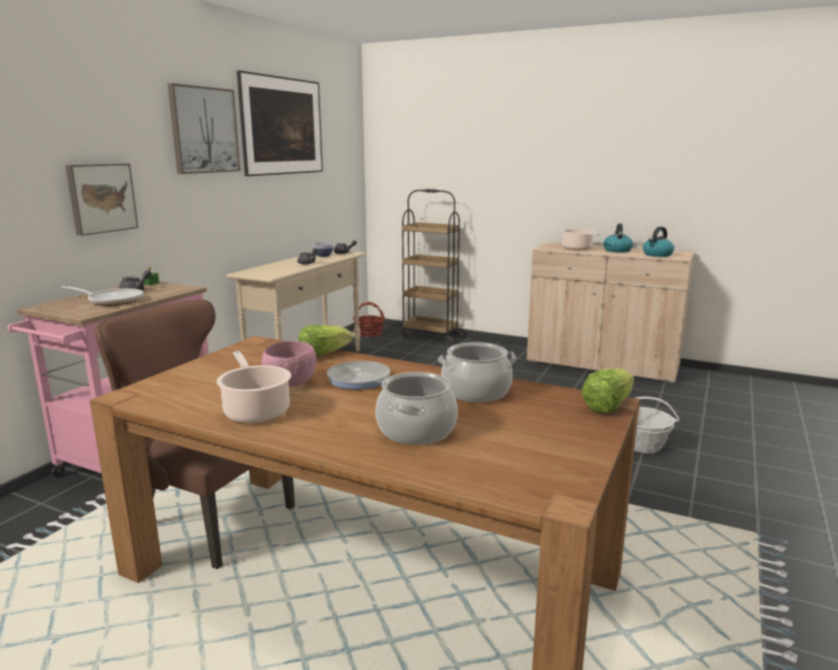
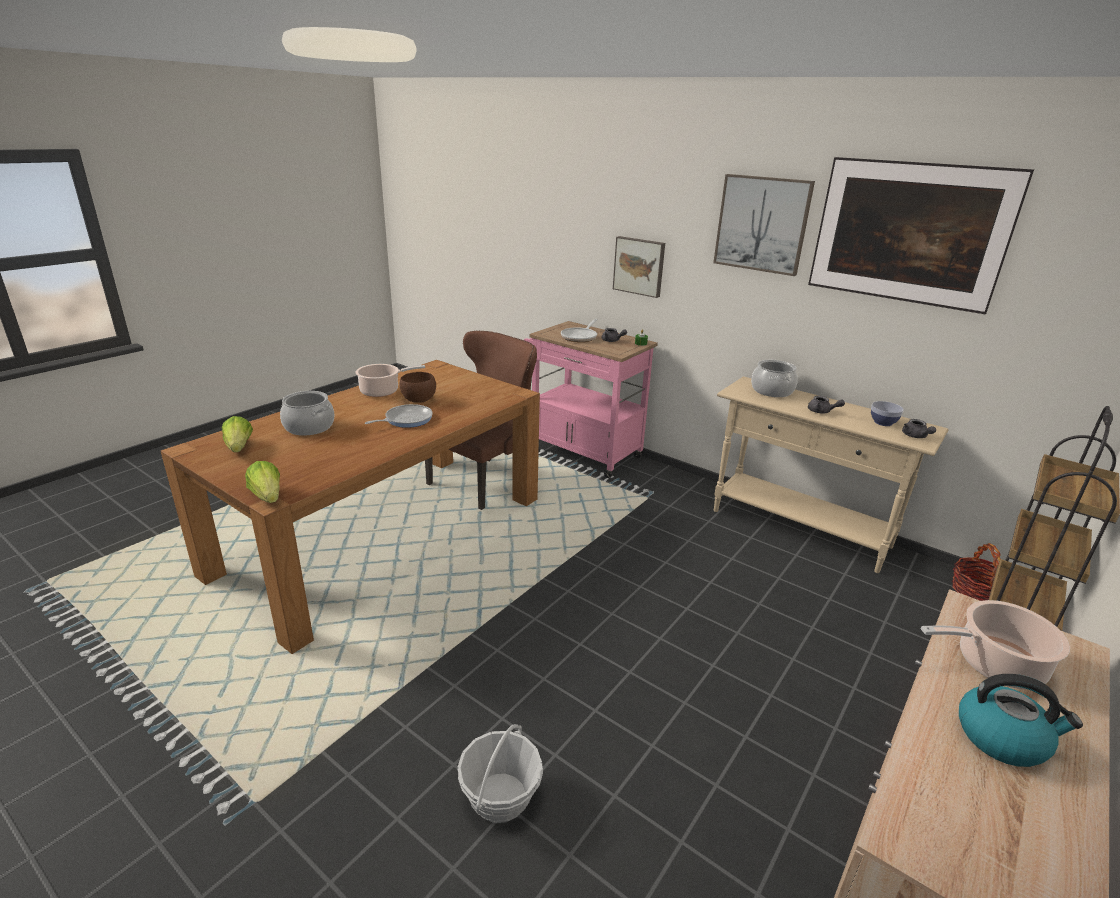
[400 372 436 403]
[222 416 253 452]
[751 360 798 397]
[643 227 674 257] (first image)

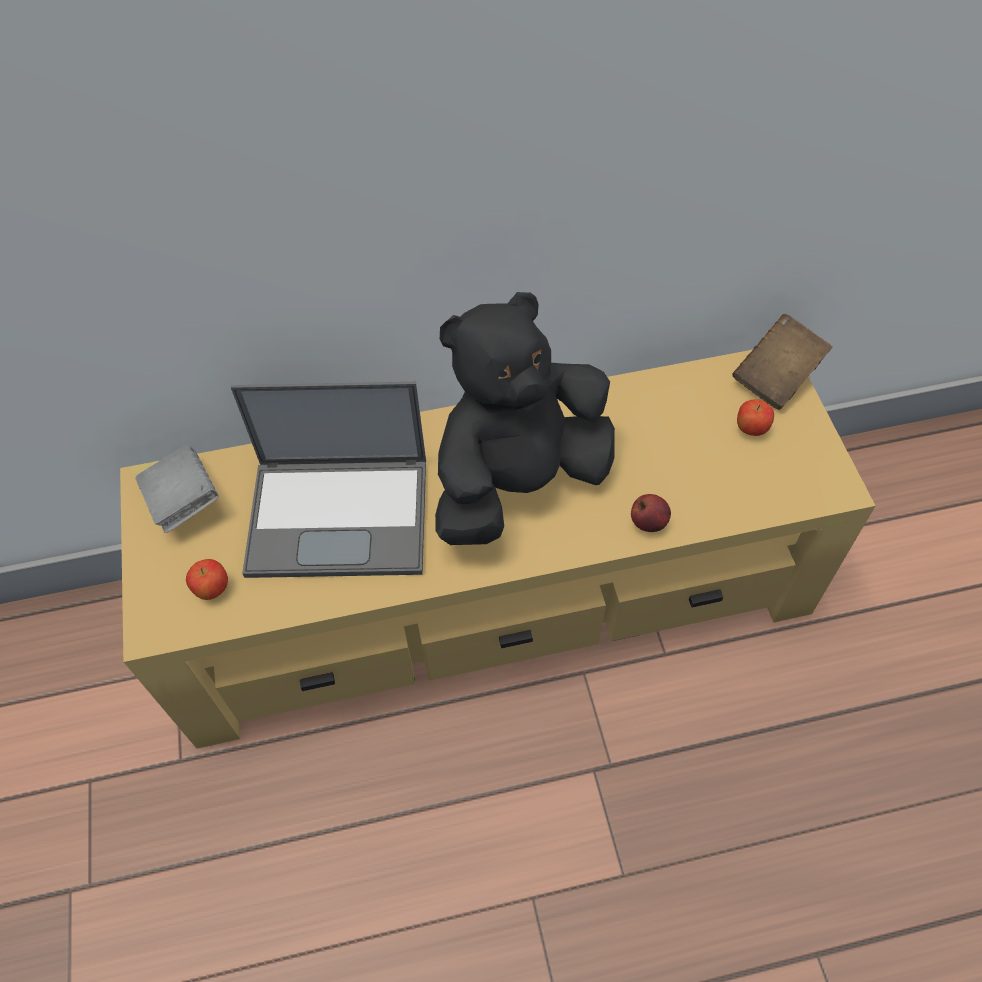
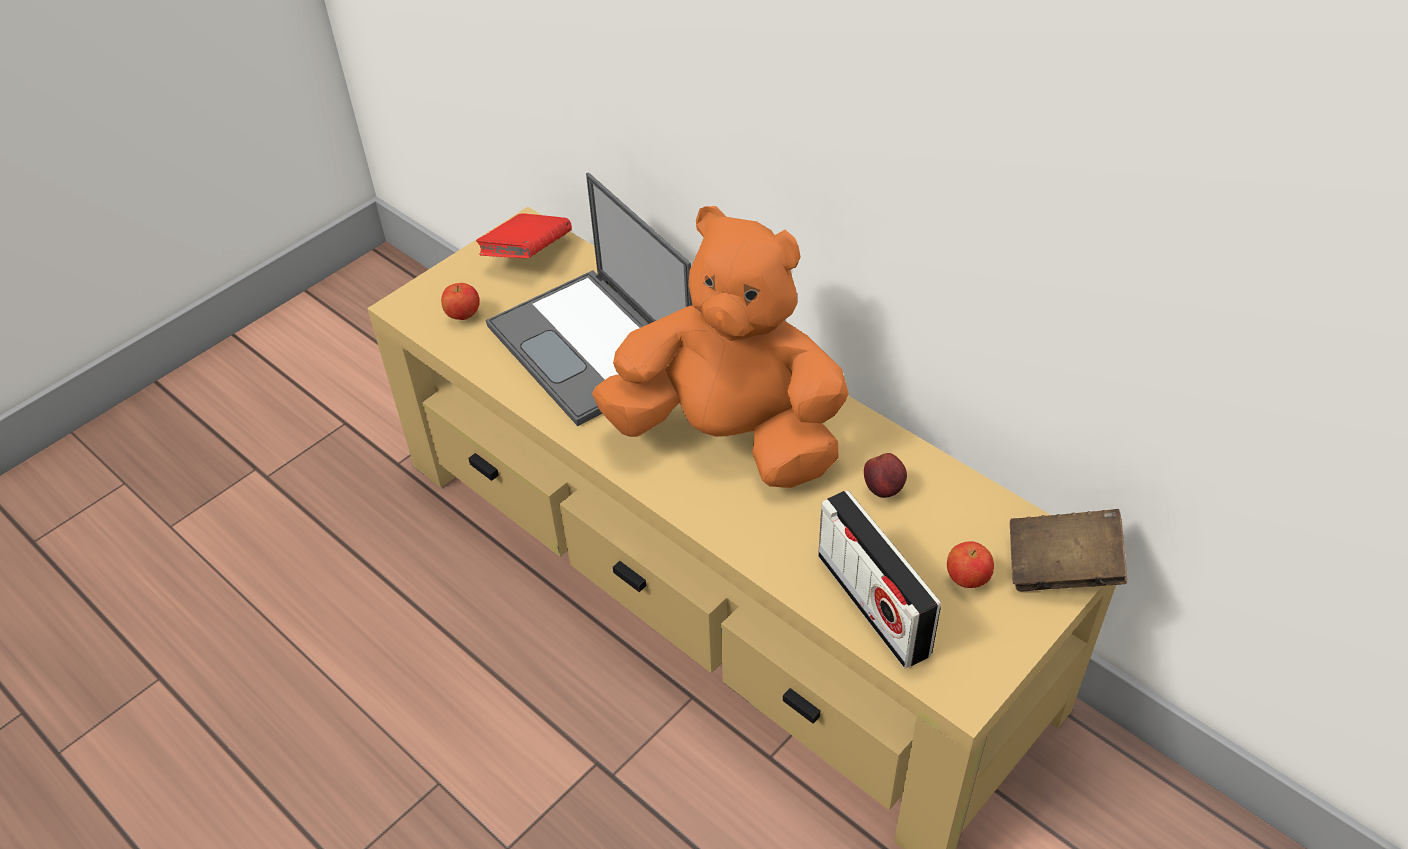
[476 213 572 258]
[592 206 849 488]
[864 453 907 498]
[818 490 941 668]

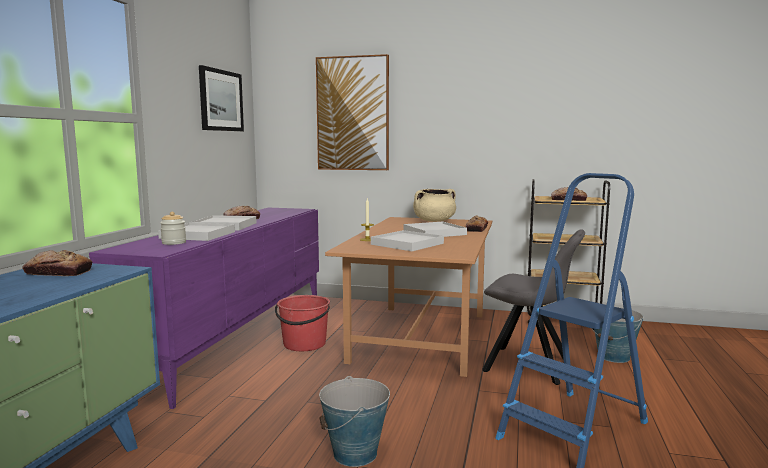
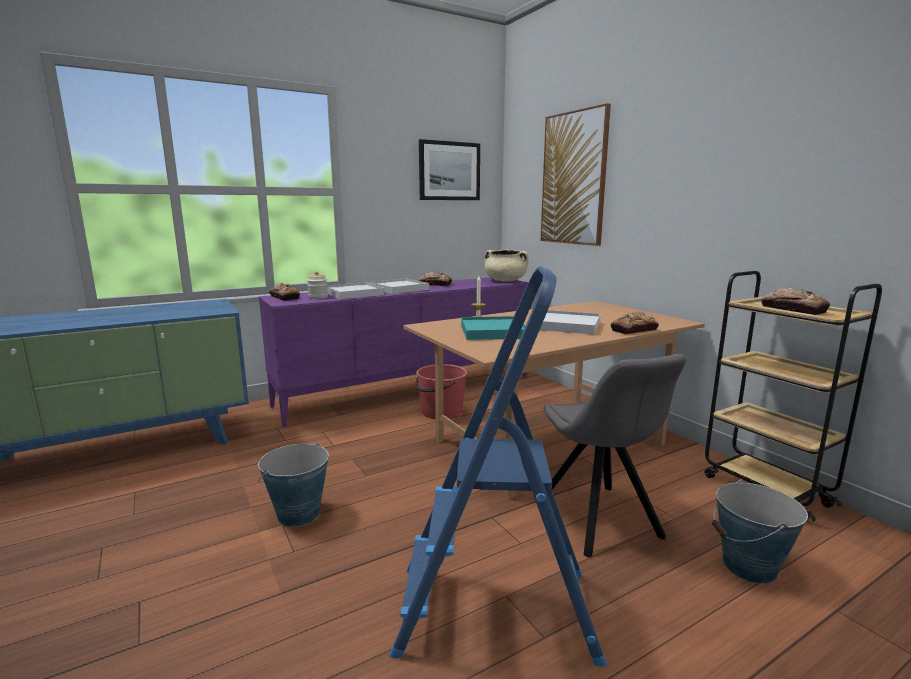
[269 283 300 301]
[461 316 526 340]
[484 250 529 282]

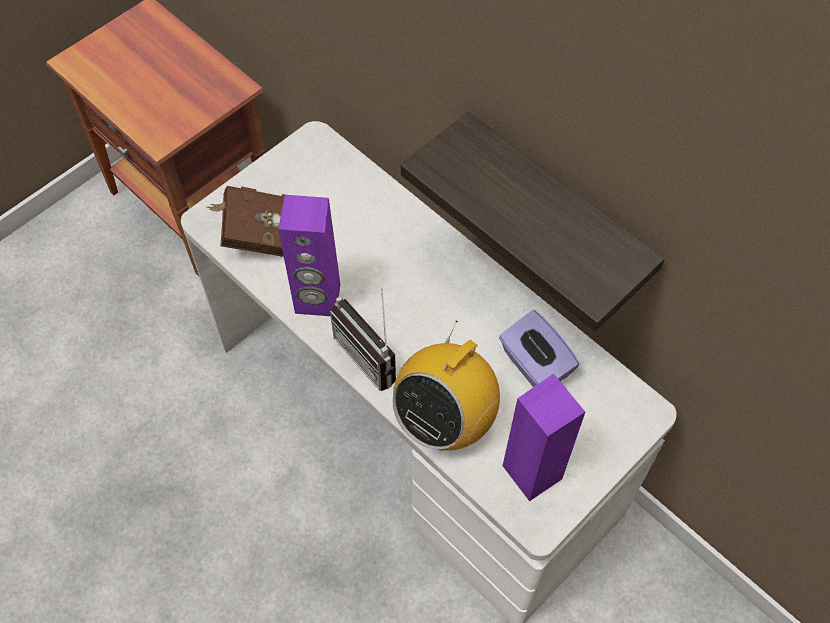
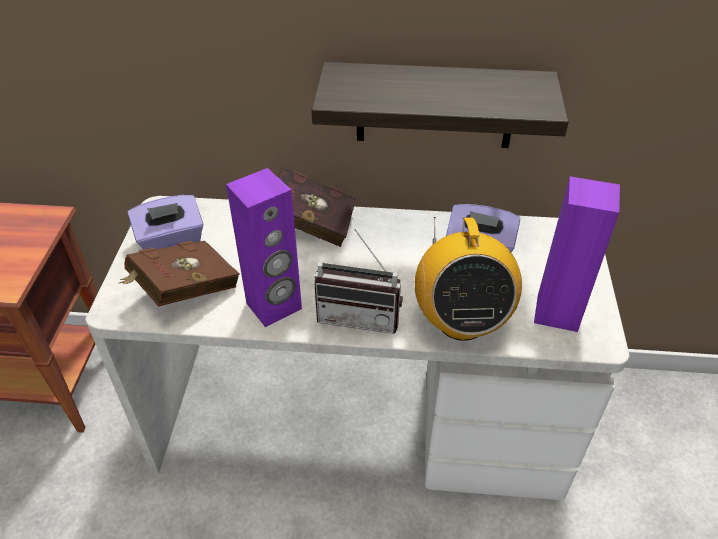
[128 195 203 250]
[278 167 356 247]

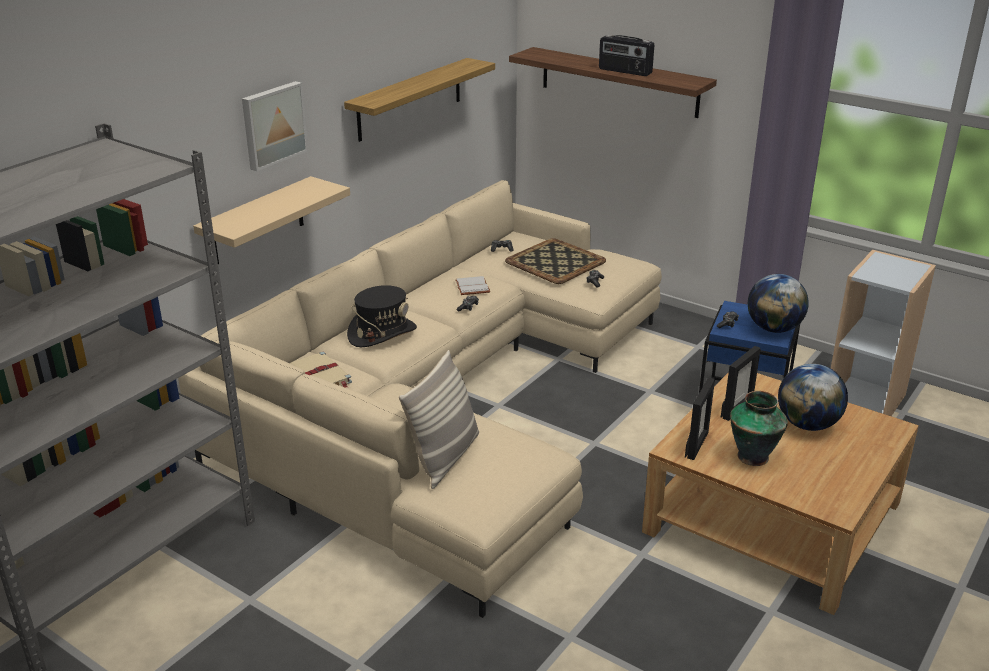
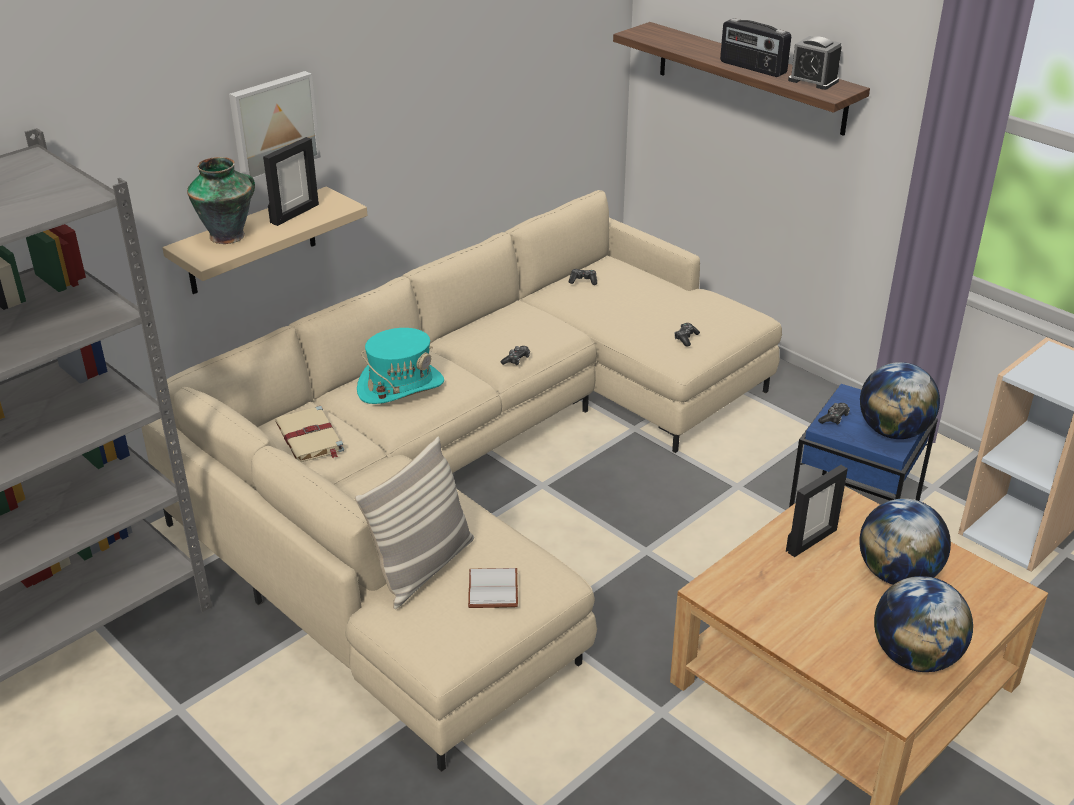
[344 58 495 142] (first image)
[357 328 444 404]
[468 568 518 608]
[505 238 606 284] (first image)
[263 137 319 226]
[187 157 255 244]
[788 36 842 90]
[874 576 973 672]

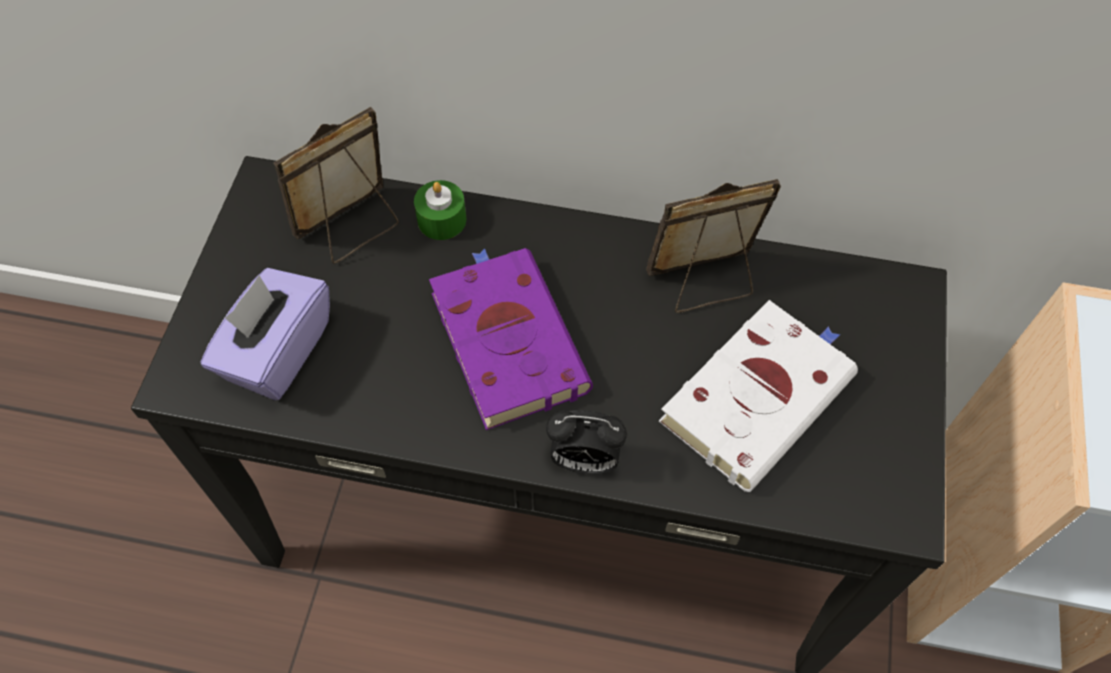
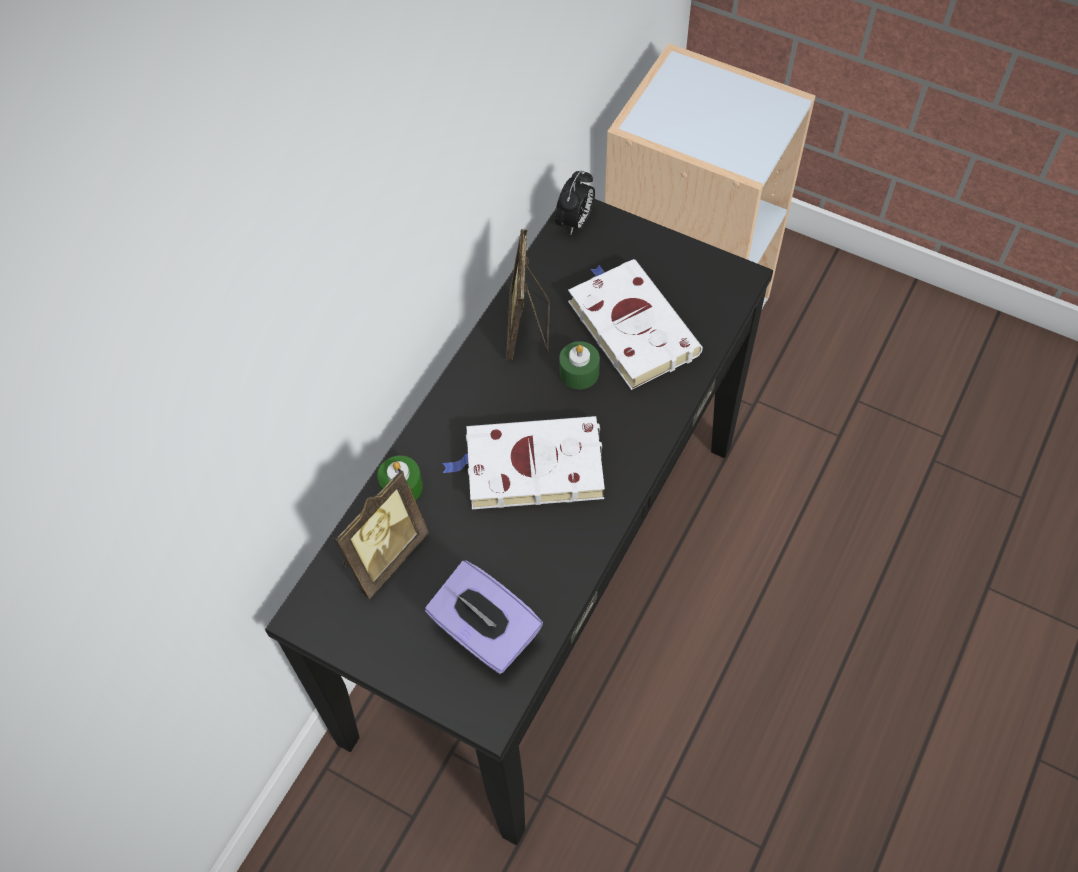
[333 469 429 599]
[443 416 605 509]
[555 170 595 234]
[559 341 600 389]

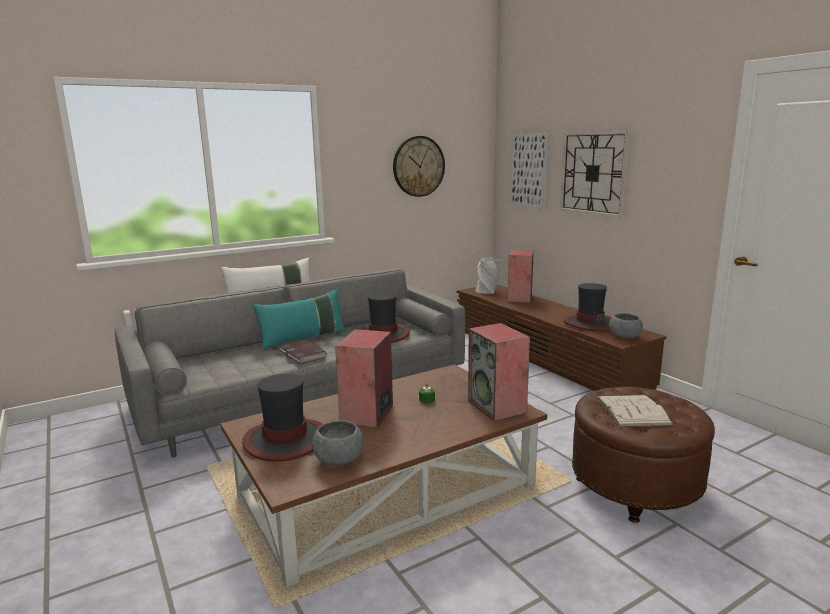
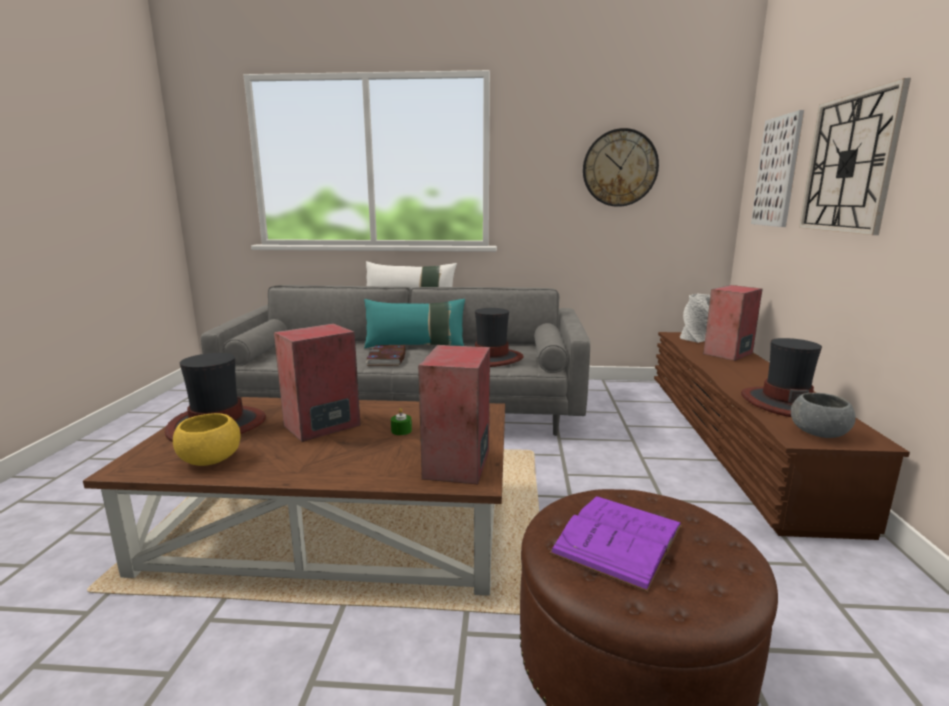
[173 413 240 466]
[549 496 682 592]

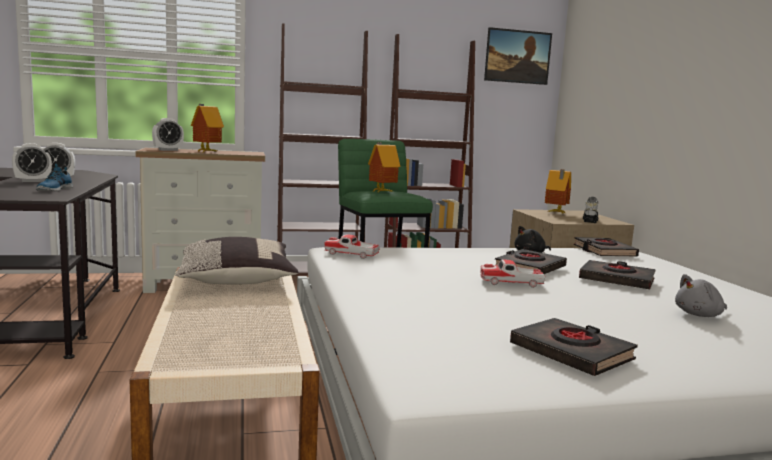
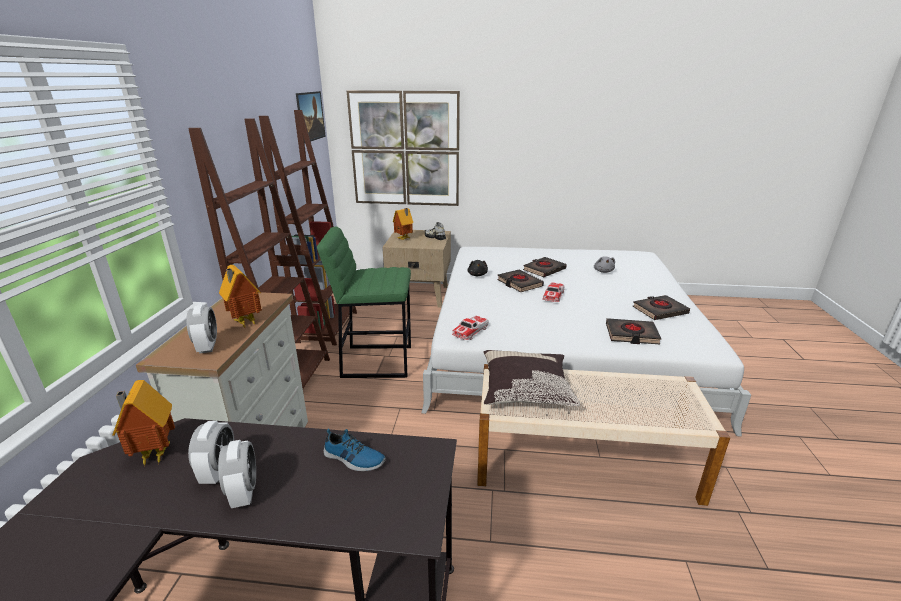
[112 380 175 467]
[606 318 661 344]
[347 90 460 206]

